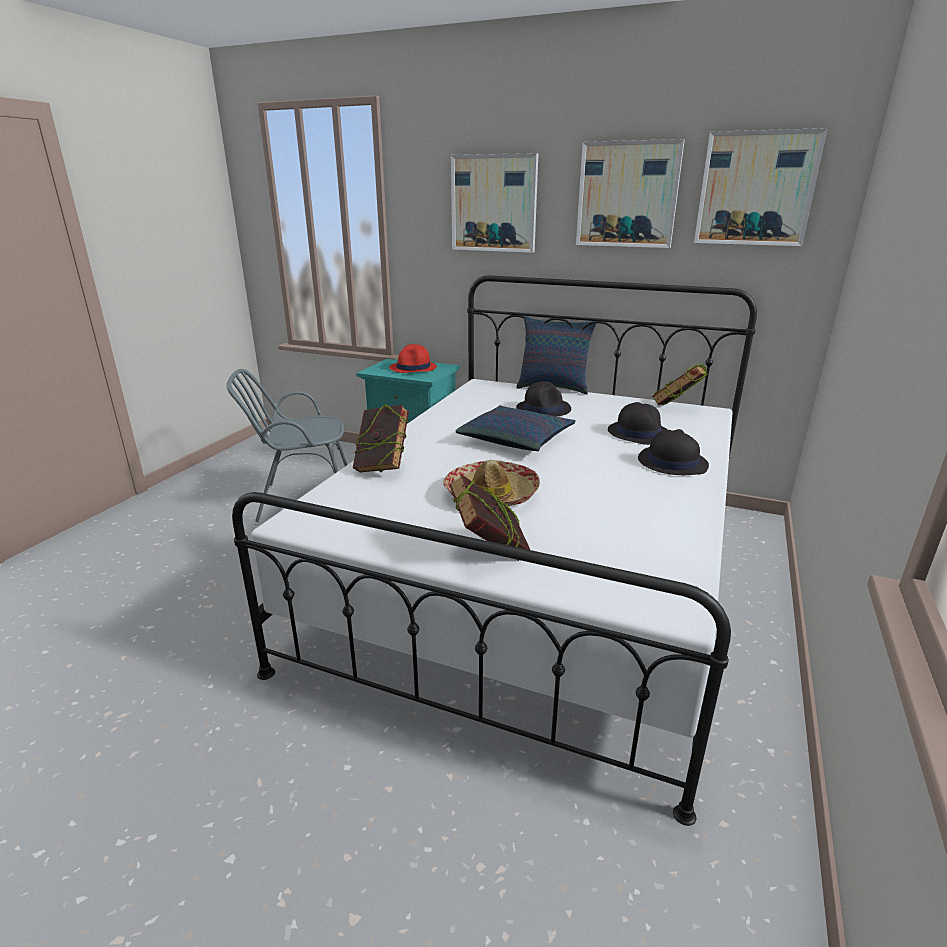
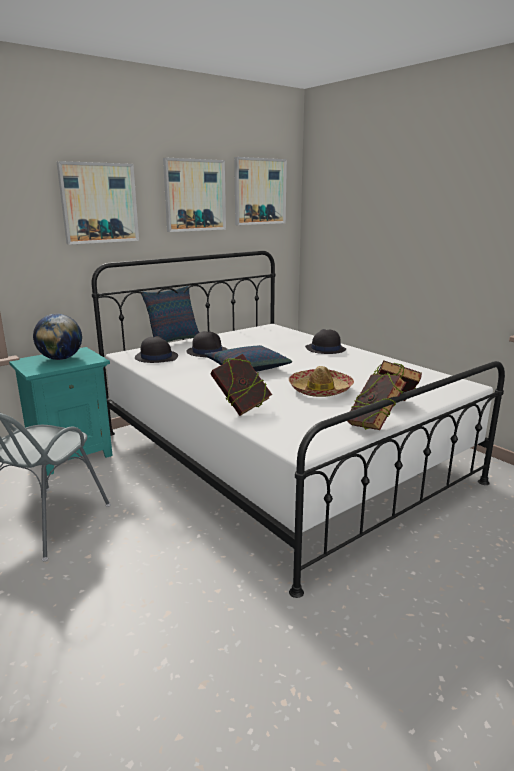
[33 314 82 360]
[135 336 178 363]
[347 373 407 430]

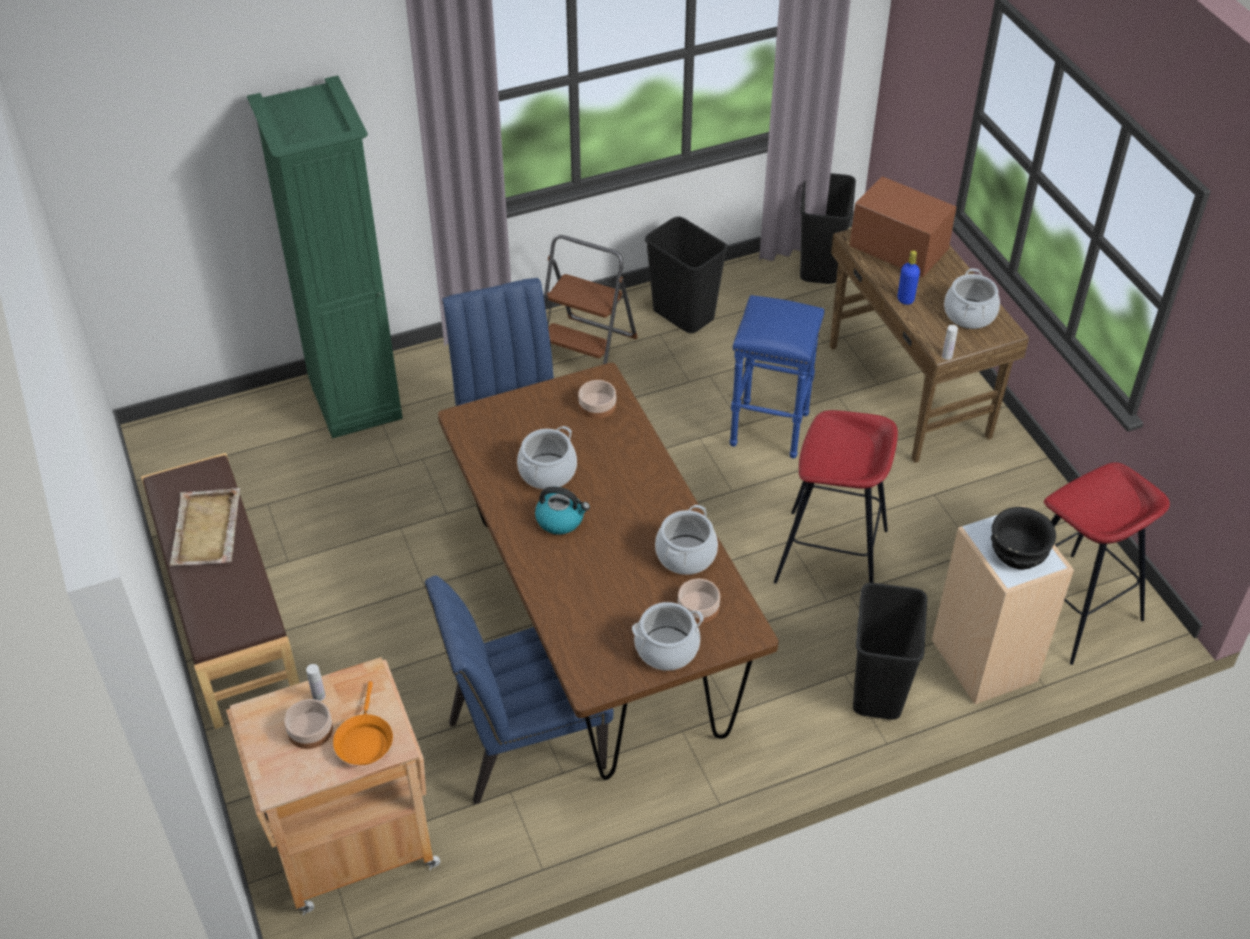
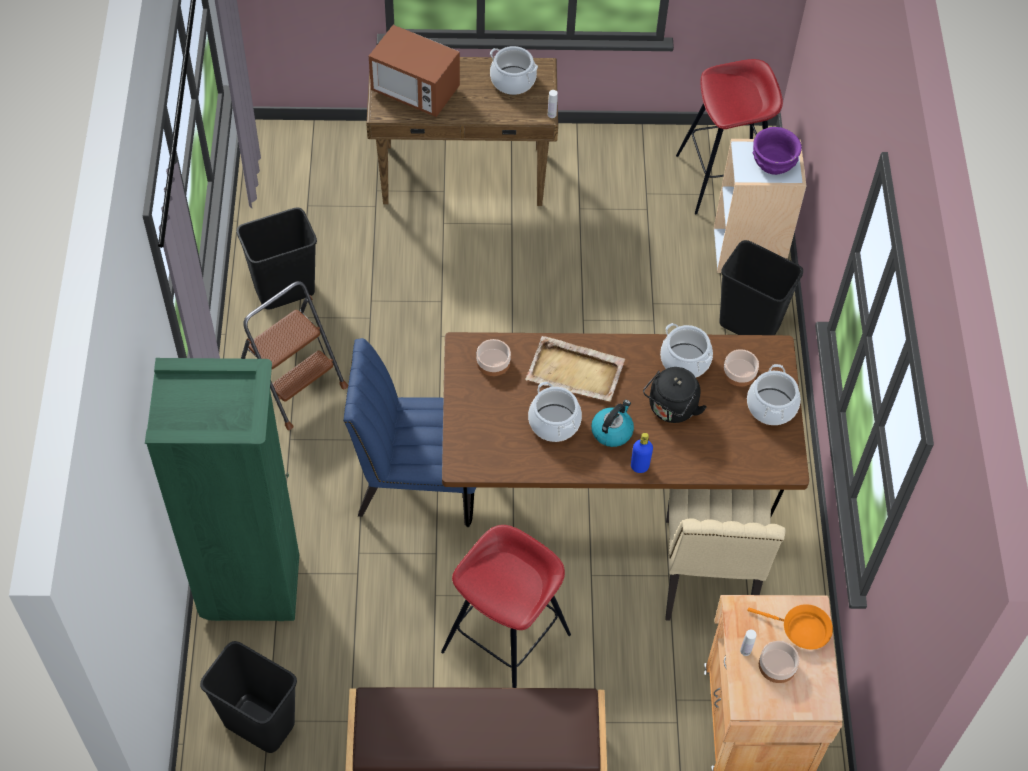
[525 336 625 402]
[666 489 785 621]
[730 295 825 459] (first image)
[441 525 571 688]
[200 641 297 753]
[369 25 460 117]
[631 433 653 473]
[753 127 802 175]
[643 367 707 423]

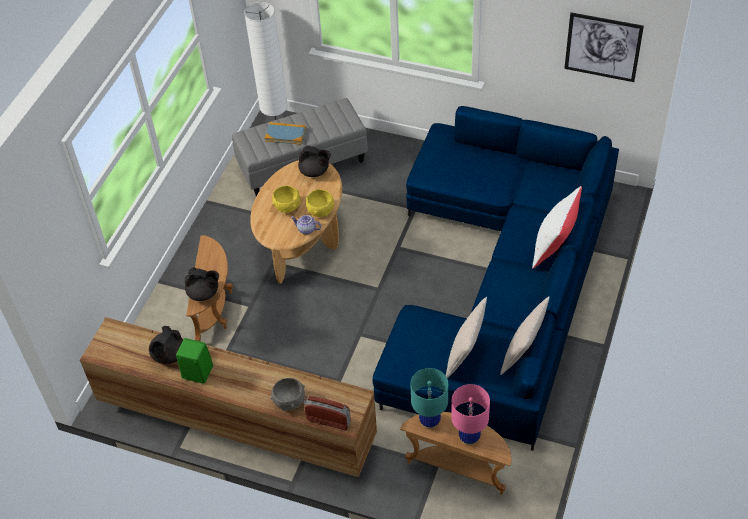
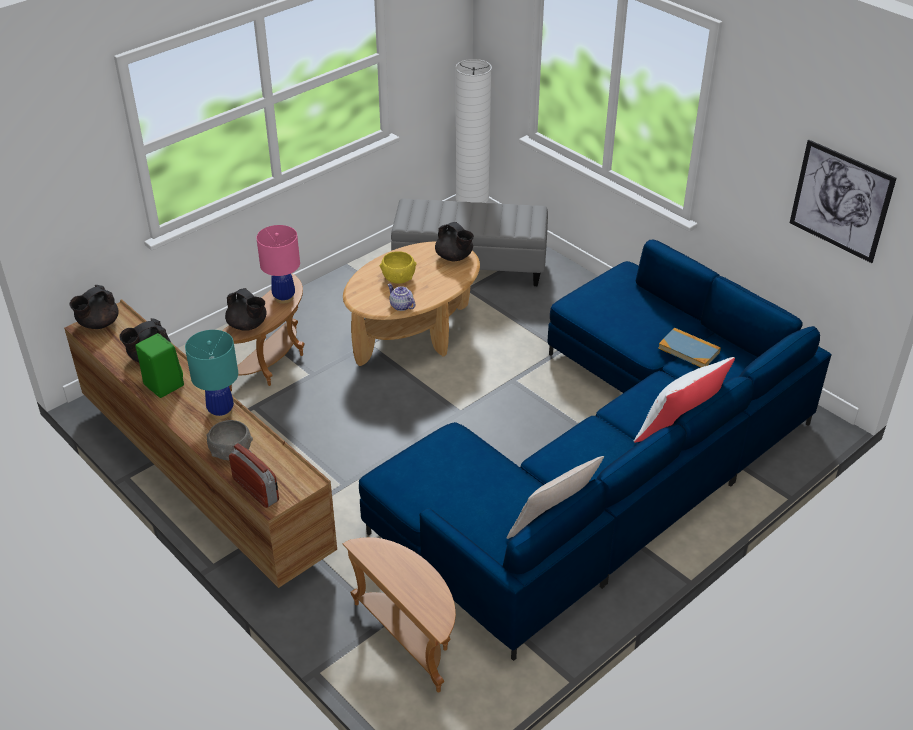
[658 328 721 367]
[306 189 334 217] (first image)
[185 330 238 419]
[446 297 487 378] (first image)
[256 225 300 304]
[70 285 119 329]

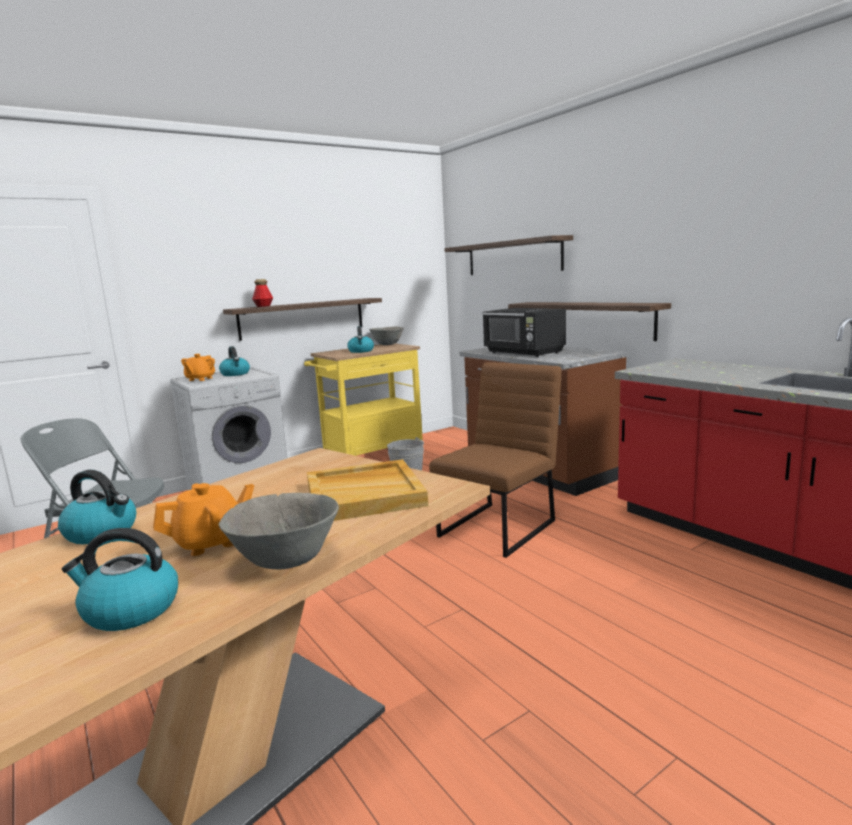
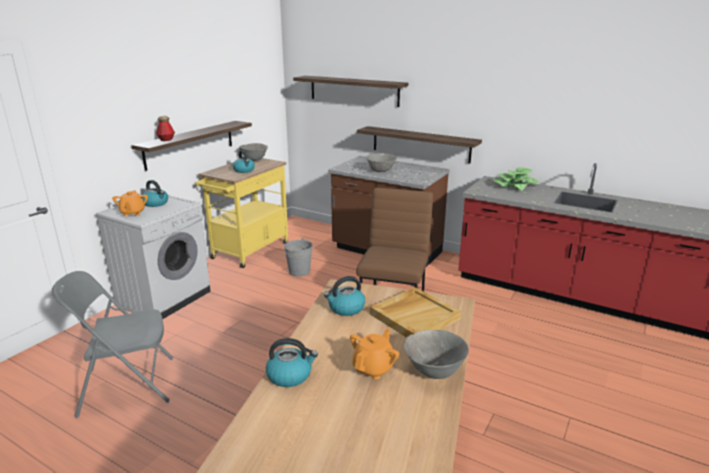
[324 276 365 316]
[366 153 397 172]
[491 167 541 190]

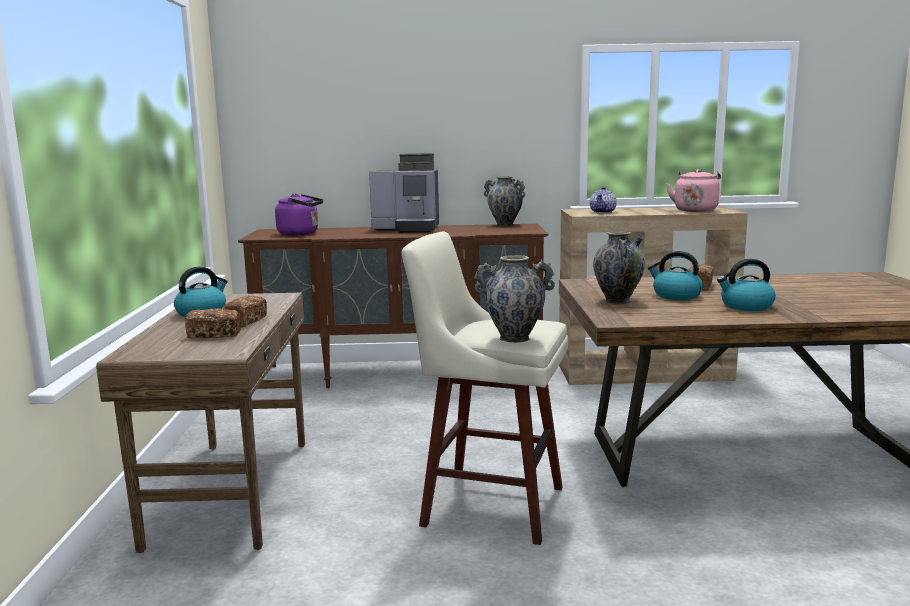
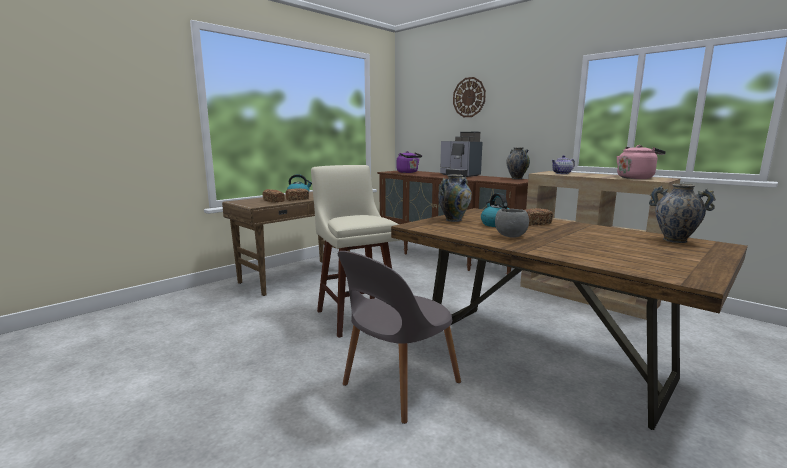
[649 184 716 243]
[495 209 529 238]
[338 251 461 424]
[453 77 486 117]

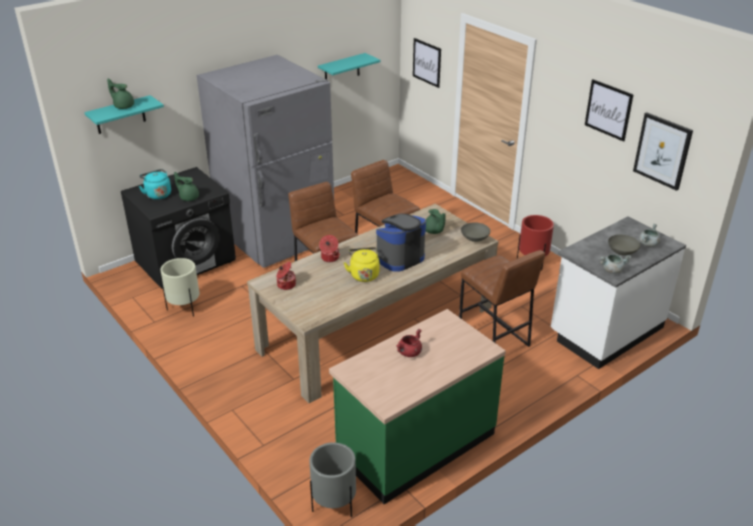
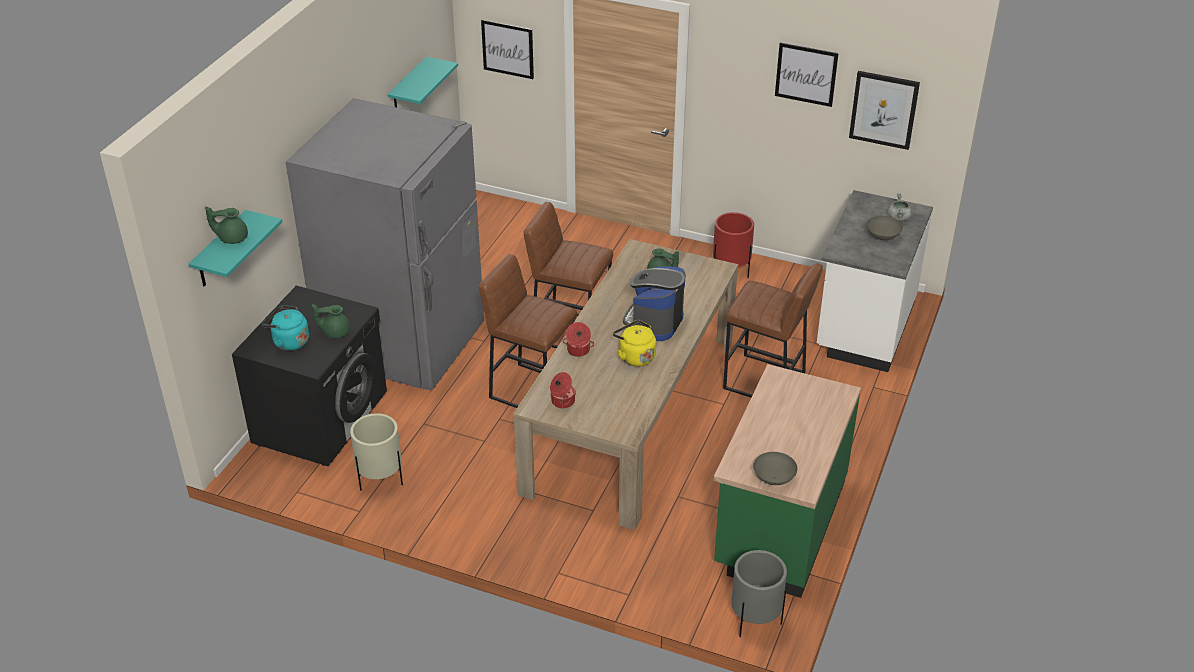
[396 329 422 357] (first image)
[753 452 797 485]
[600 254 631 274] (first image)

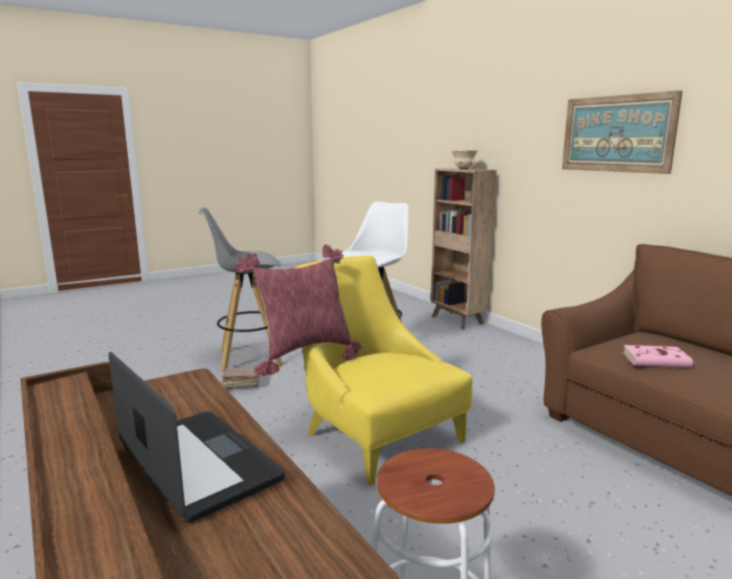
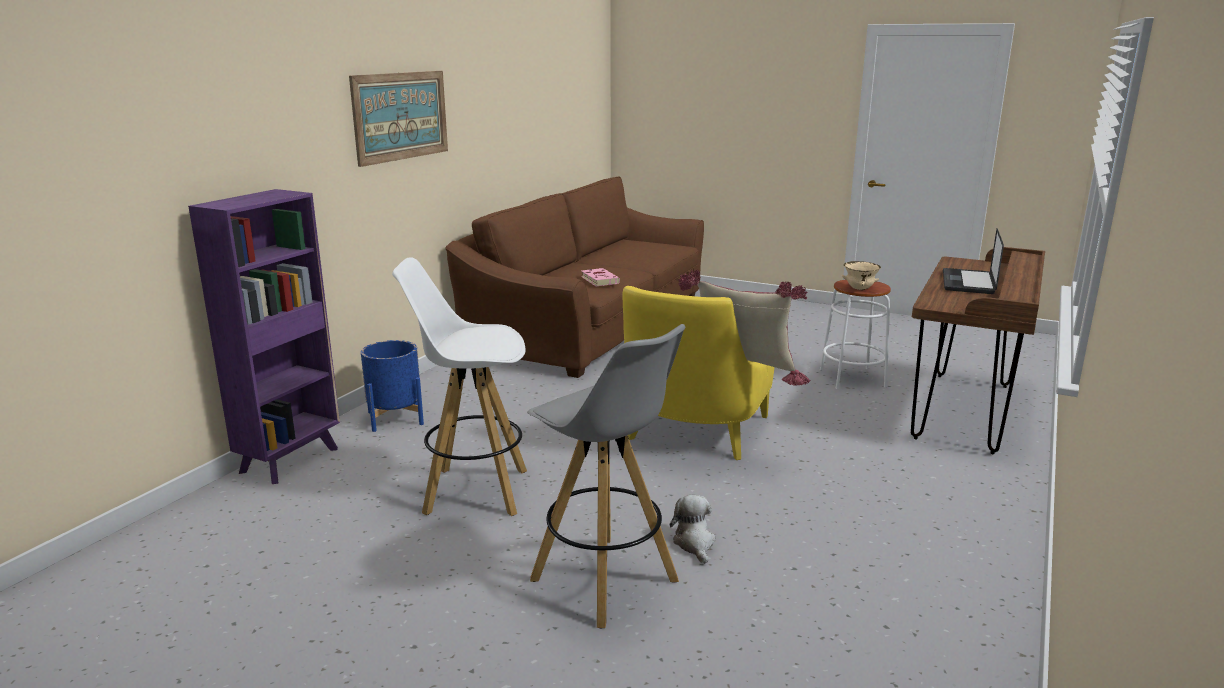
[670 495 716 564]
[188 189 340 484]
[842 261 881 290]
[361 340 424 432]

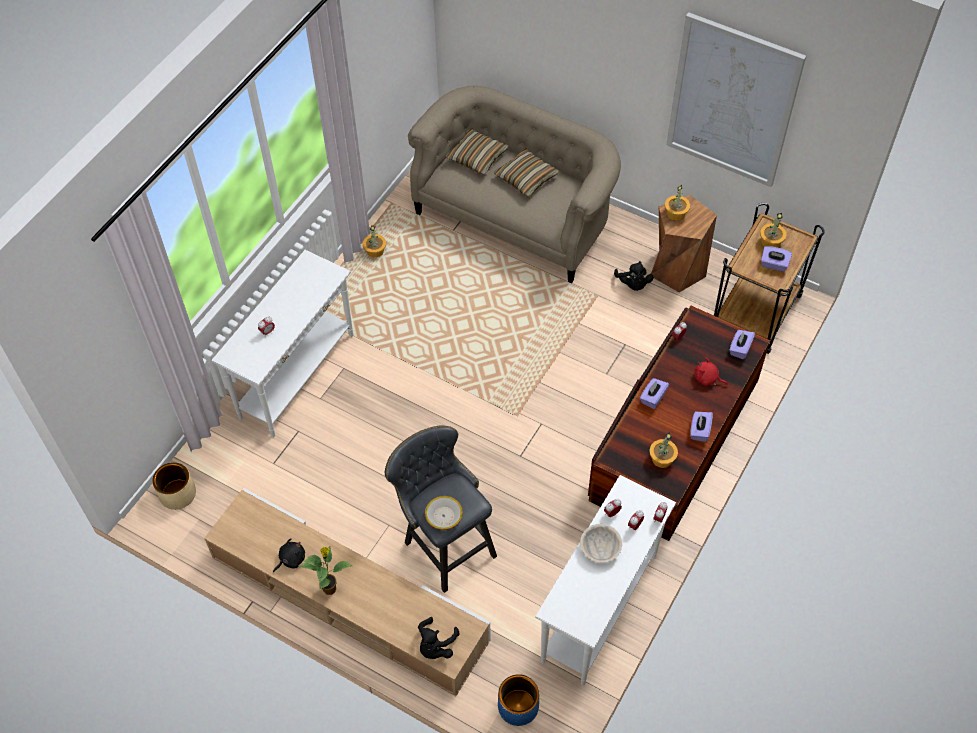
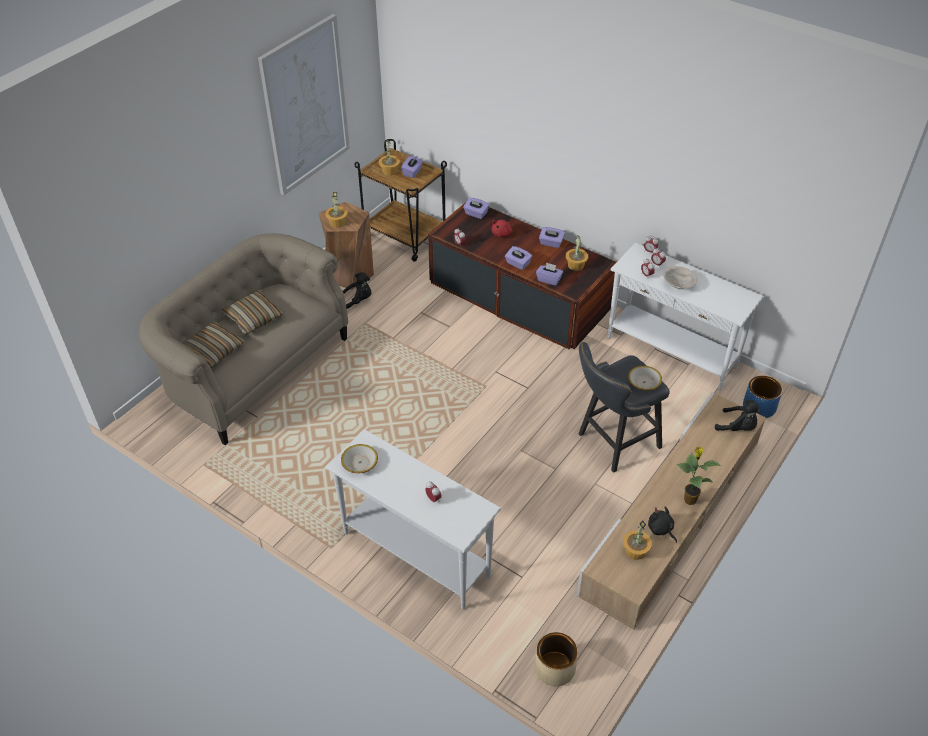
[623 520 652 560]
[341 444 378 473]
[536 262 563 286]

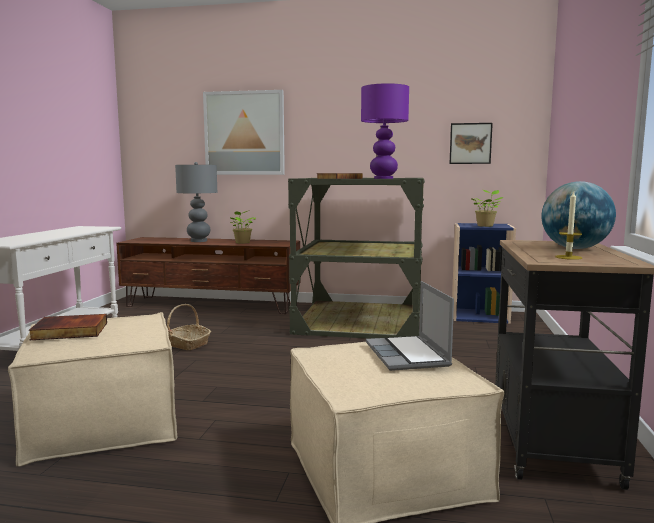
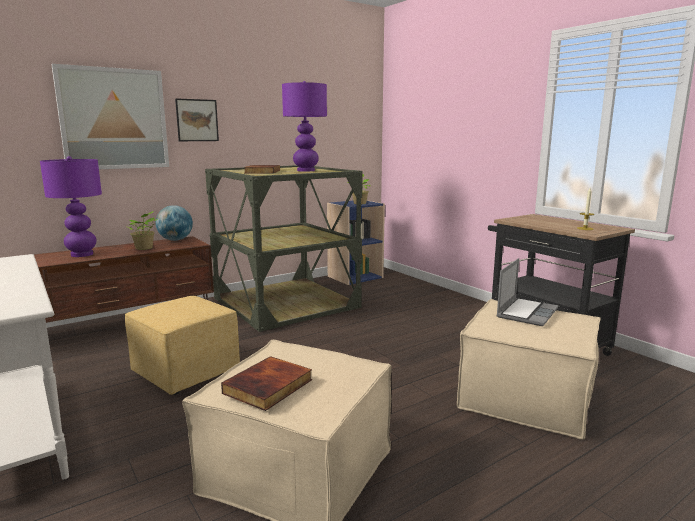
[125 296 240 395]
[40 156 102 257]
[496 258 558 326]
[175 98 219 141]
[155 205 193 241]

